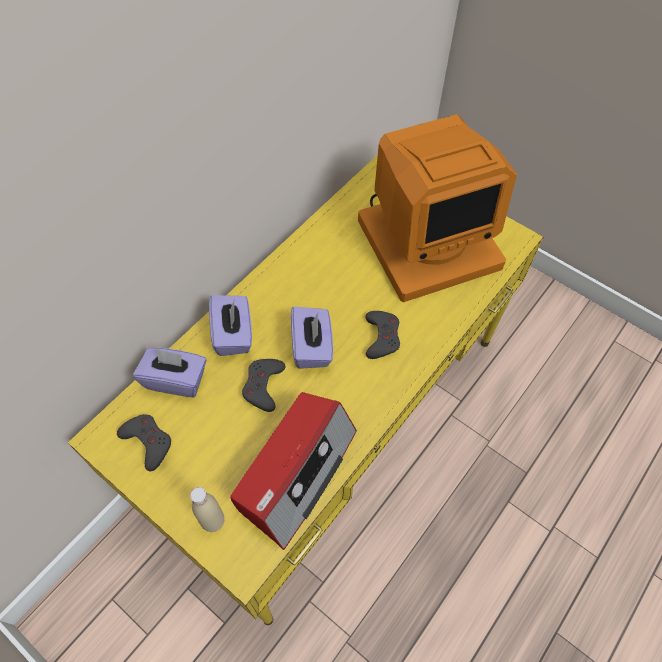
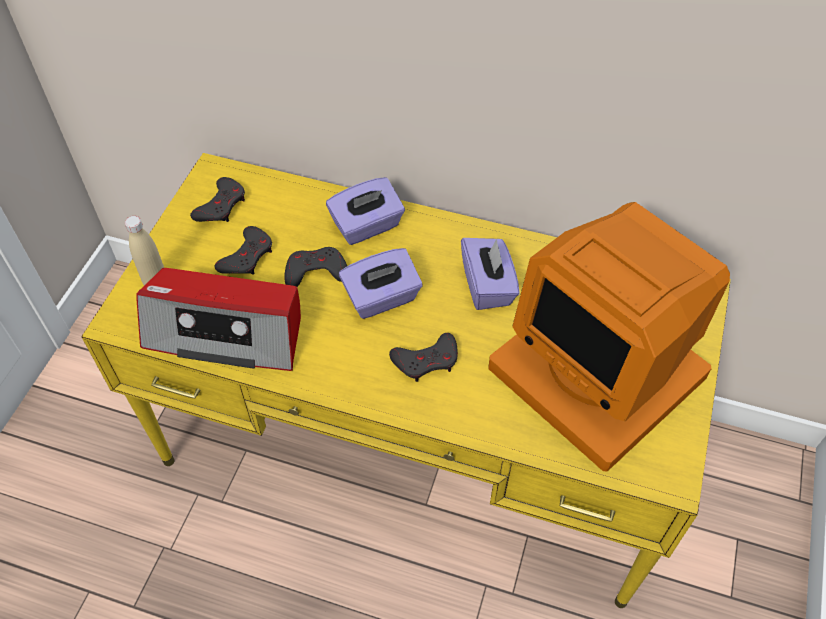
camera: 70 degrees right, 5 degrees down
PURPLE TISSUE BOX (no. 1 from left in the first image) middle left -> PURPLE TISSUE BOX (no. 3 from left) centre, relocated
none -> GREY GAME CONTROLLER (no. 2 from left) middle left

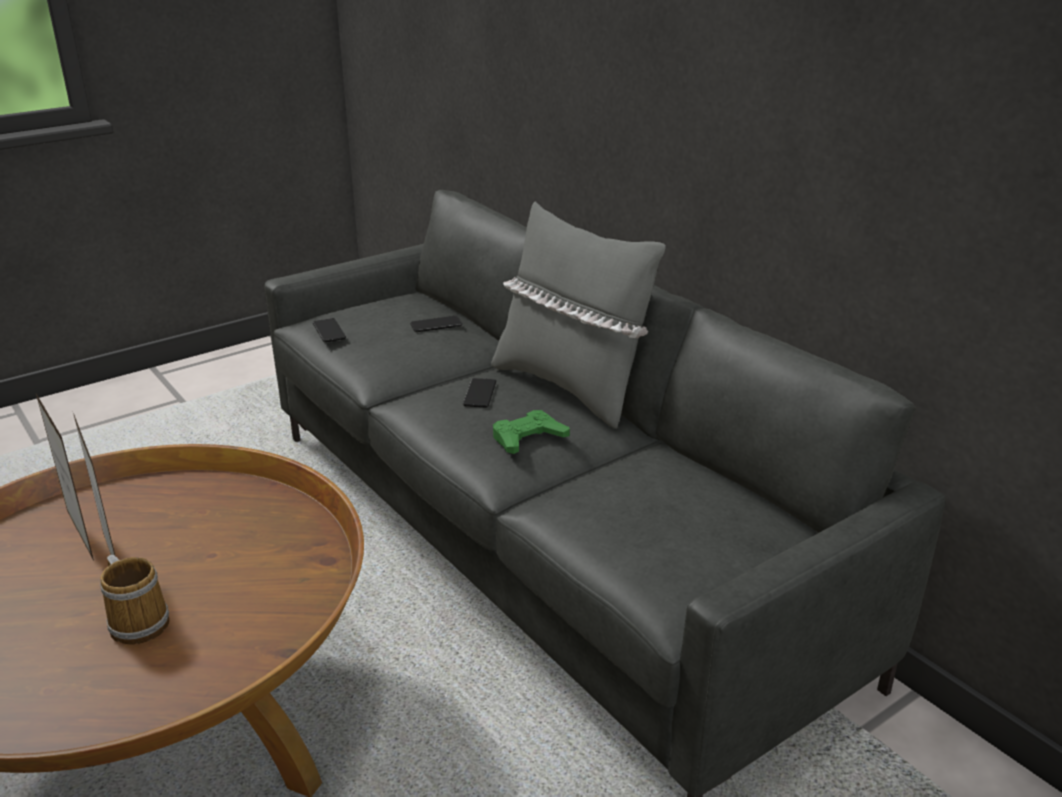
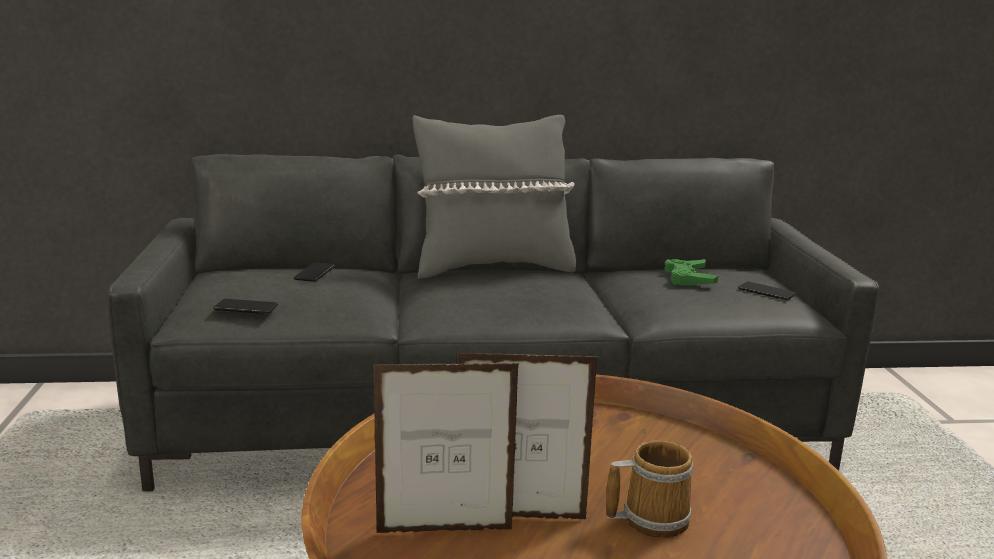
camera: 60 degrees left, 10 degrees down
PHONE (no. 3 from left) centre -> PHONE (no. 3 from left) middle right, relocated
GREEN GAME CONTROLLER centre -> GREEN GAME CONTROLLER middle right, relocated

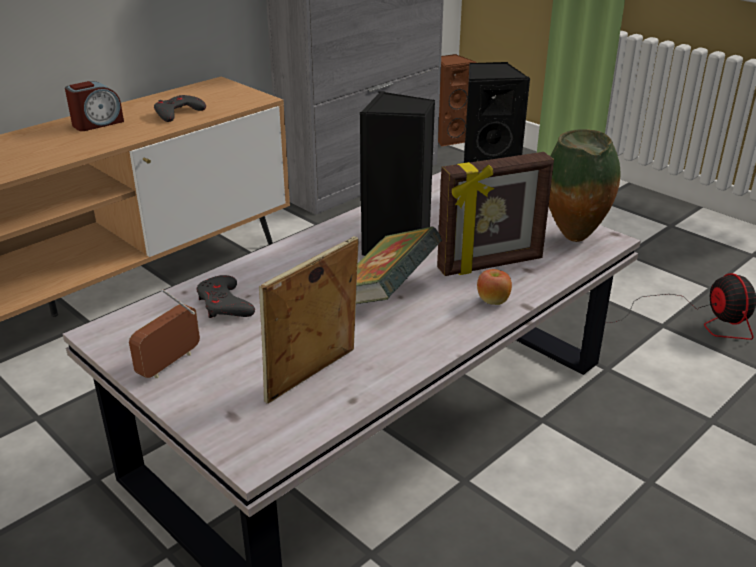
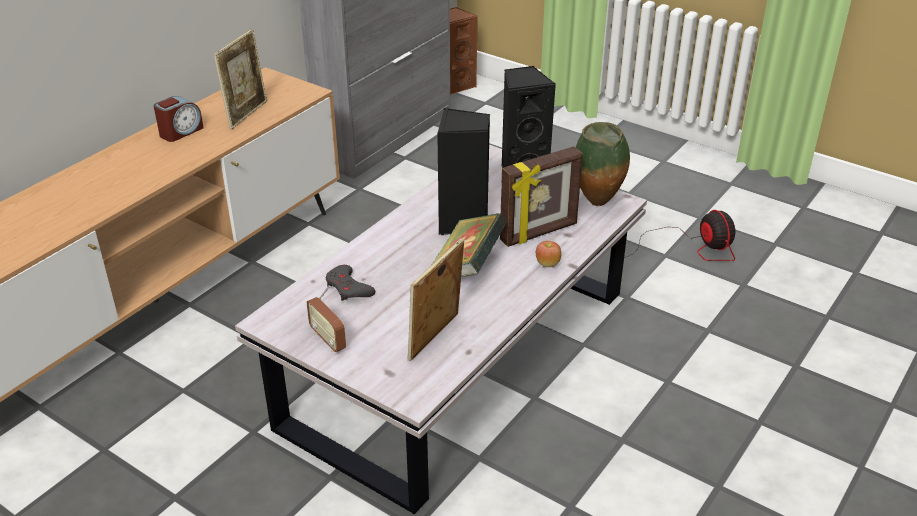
camera: 10 degrees left, 5 degrees up
GREY GAME CONTROLLER (no. 1 from left) top left -> PICTURE FRAME (no. 1 from left) top left
RADIO middle left -> RADIO centre, 60 degrees counterclockwise

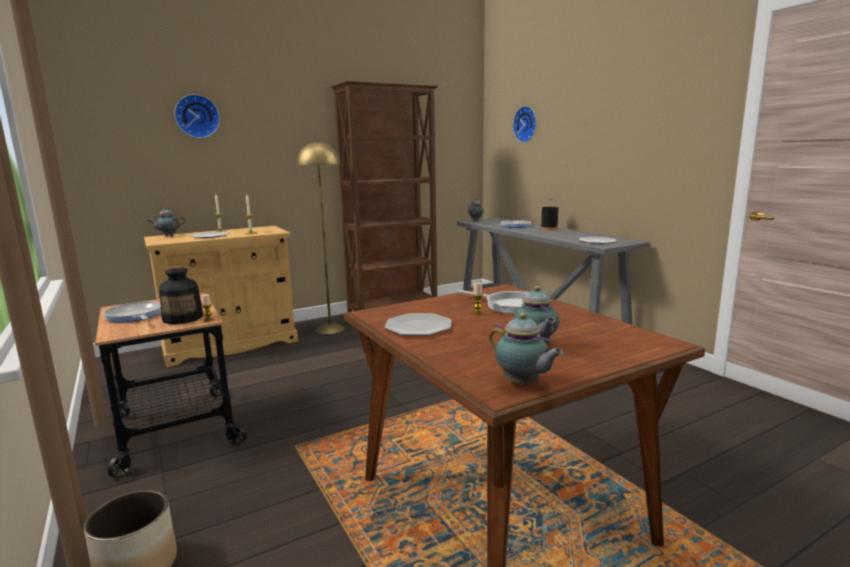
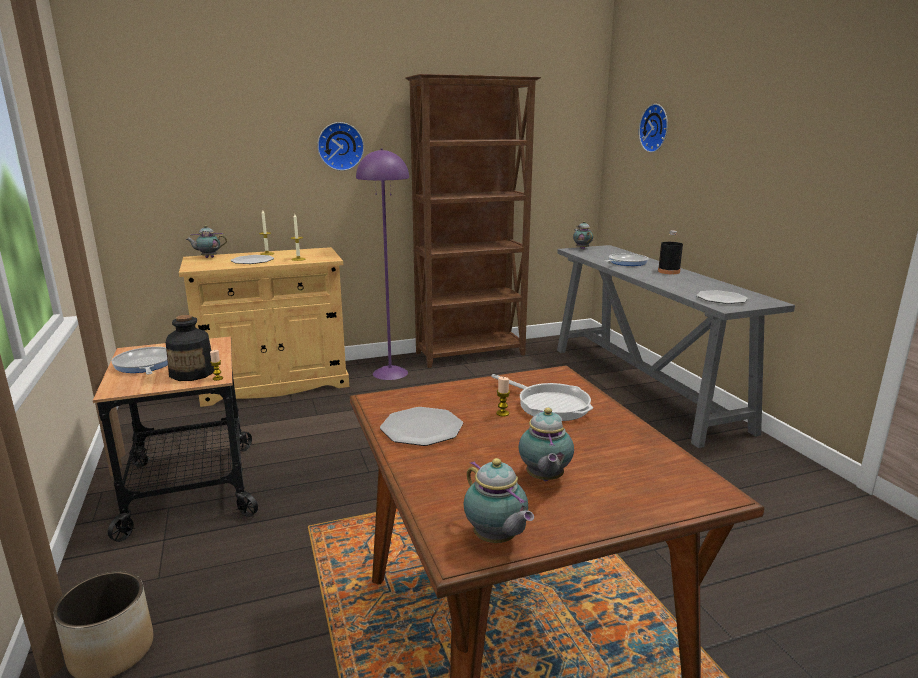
camera: 10 degrees right, 5 degrees up
WALL CLOCK (no. 1 from left) top left -> WALL CLOCK (no. 1 from left) top centre, relocated
YELLOW FLOOR LAMP centre -> PURPLE FLOOR LAMP centre

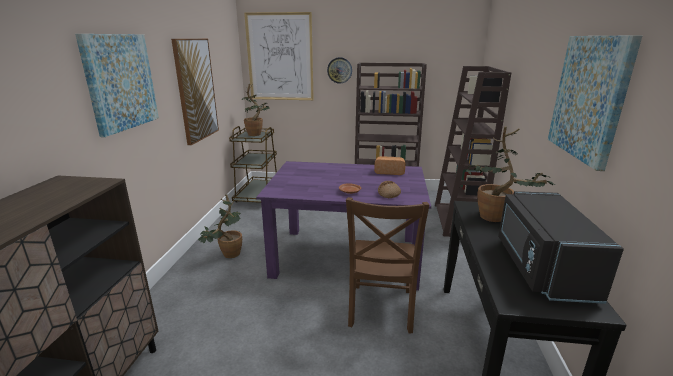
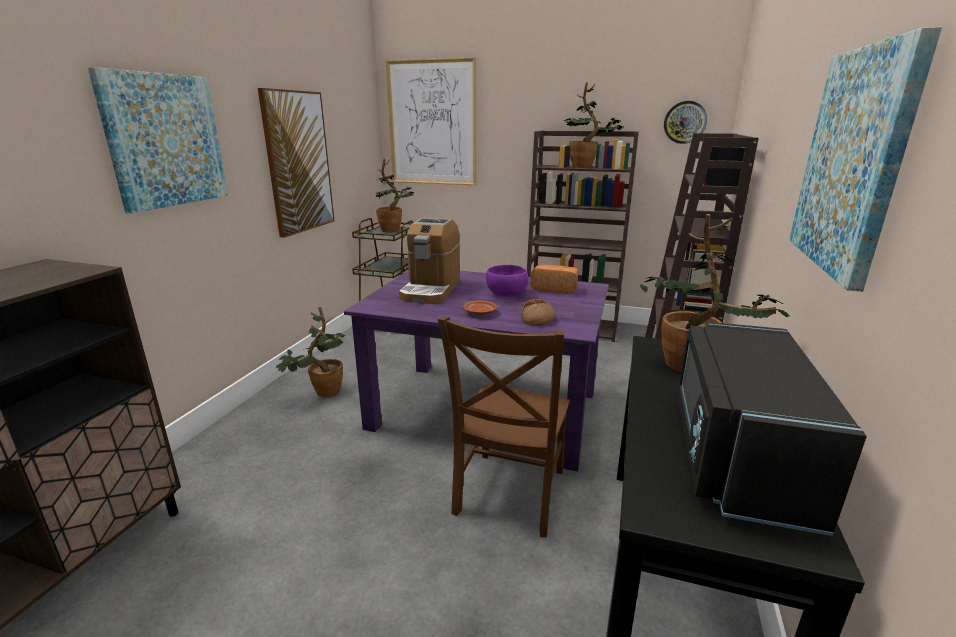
camera: 10 degrees right, 0 degrees up
WALL CLOCK top centre -> WALL CLOCK top right, relocated
none -> POTTED PLANT (no. 3 from left) top centre
none -> COFFEE MACHINE centre
none -> PURPLE BOWL centre

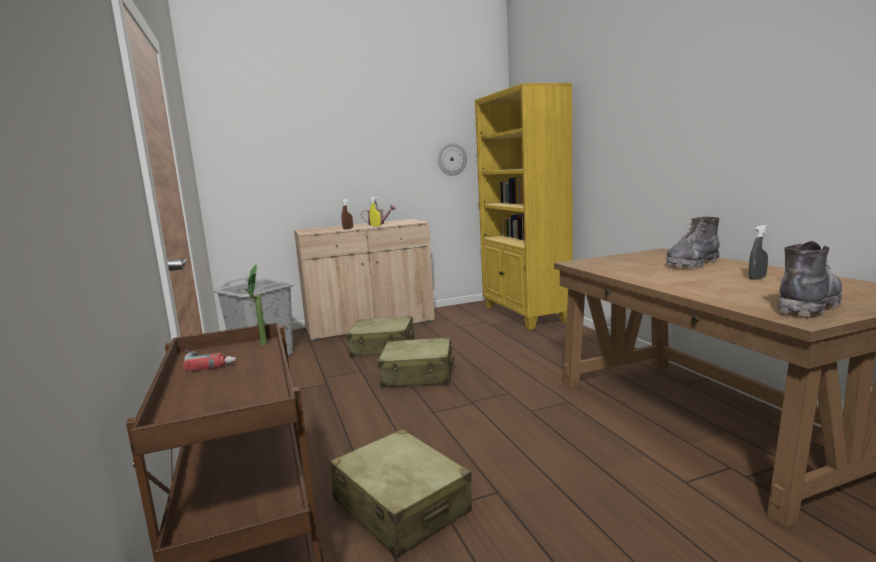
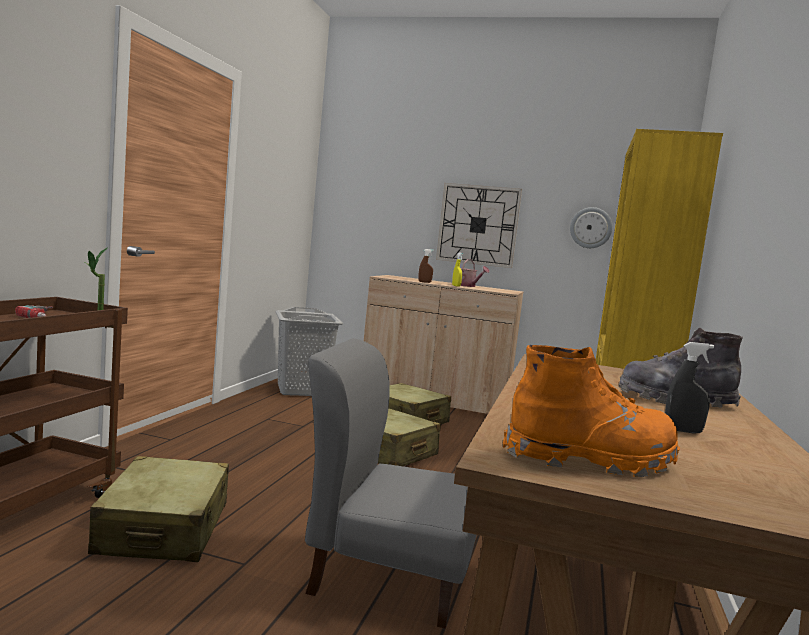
camera: 35 degrees right, 5 degrees down
GREY BOOT (no. 2 from left) middle right -> ORANGE BOOT middle right
none -> WALL CLOCK (no. 1 from left) centre
none -> GREY CHAIR bottom centre

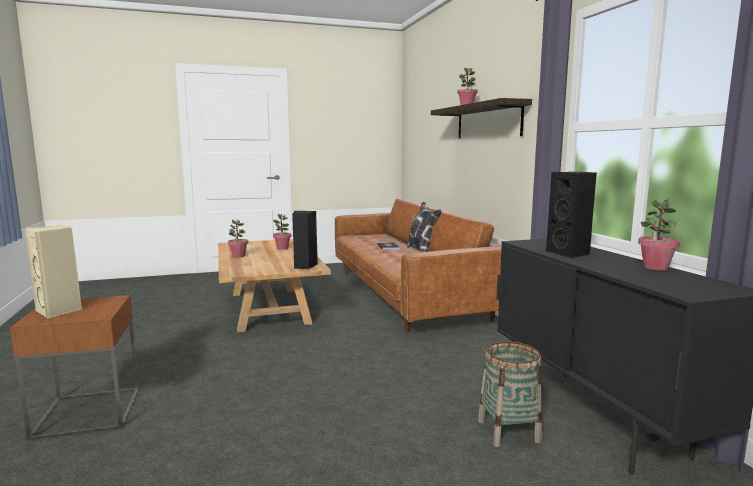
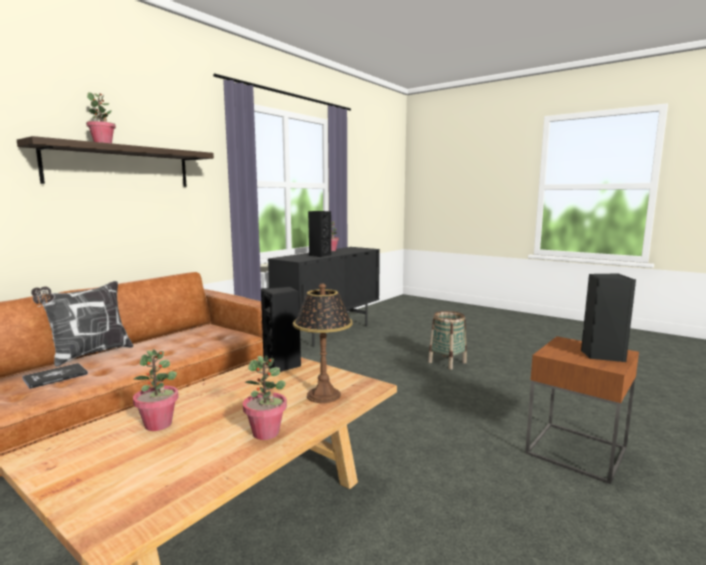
camera: 125 degrees left, 0 degrees up
BEIGE SPEAKER middle left -> BLACK SPEAKER (no. 3 from left) middle right
BASKET bottom right -> BASKET centre, relocated
none -> TABLE LAMP centre

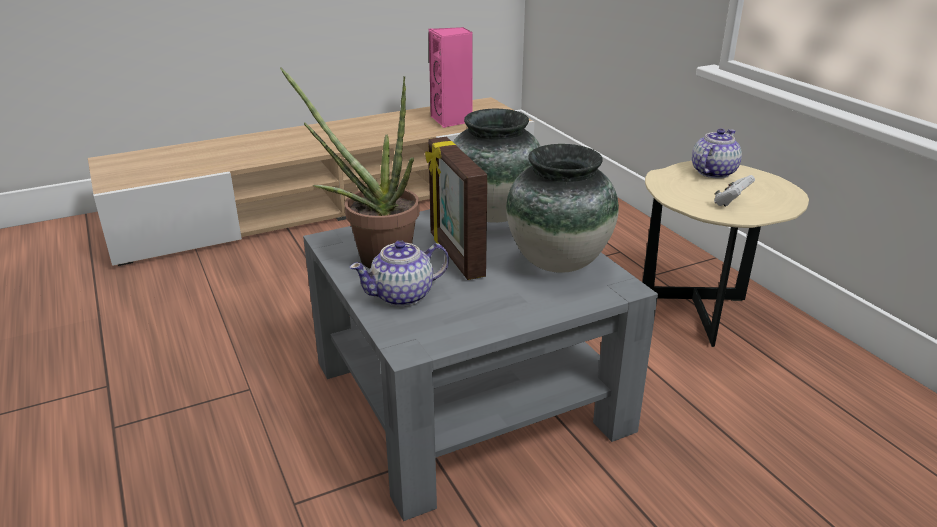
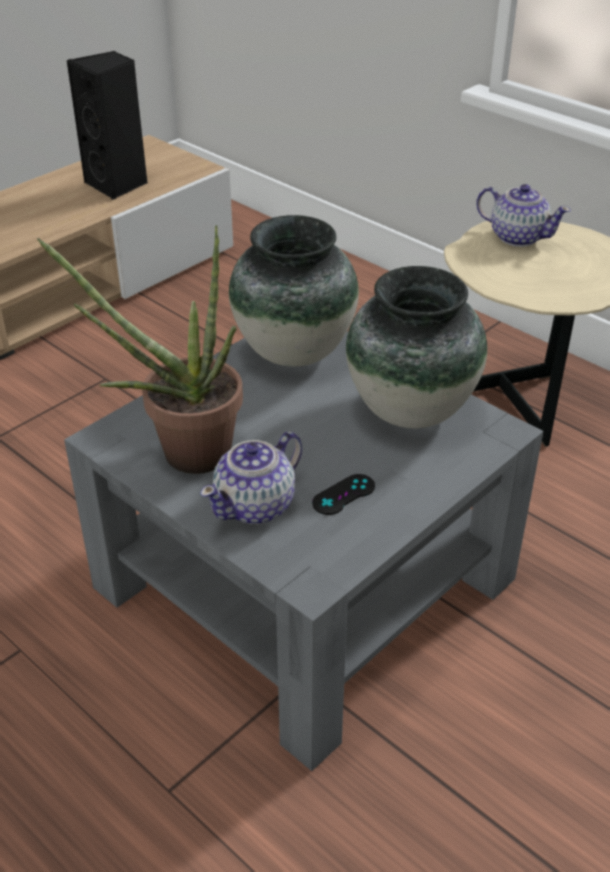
camera: 20 degrees left, 10 degrees up
PINK SPEAKER top centre -> BLACK SPEAKER top left
TEAPOT (no. 2 from left) top right, 105 degrees clockwise
PICTURE FRAME centre -> none
WHITE GAME CONTROLLER middle right -> none
none -> BLACK GAME CONTROLLER centre

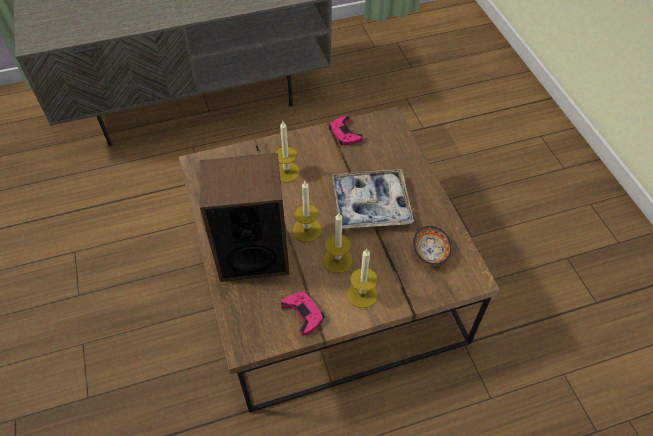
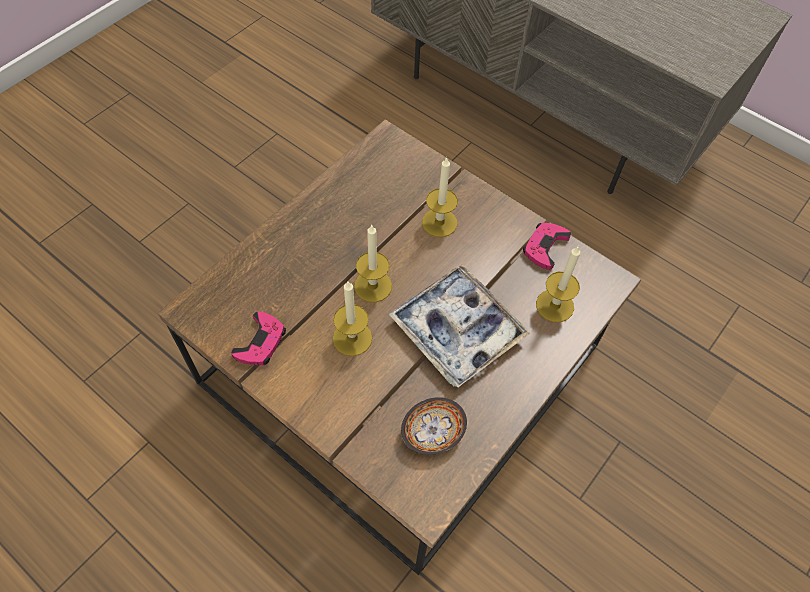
camera: 55 degrees right, 5 degrees up
SPEAKER centre -> none
CANDLE (no. 4 from left) centre -> CANDLE (no. 4 from left) middle right, relocated

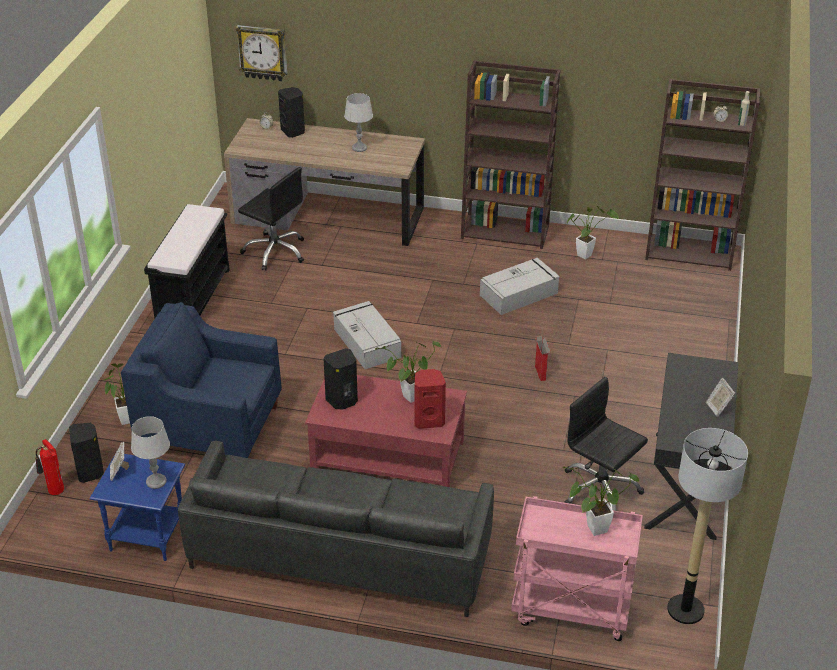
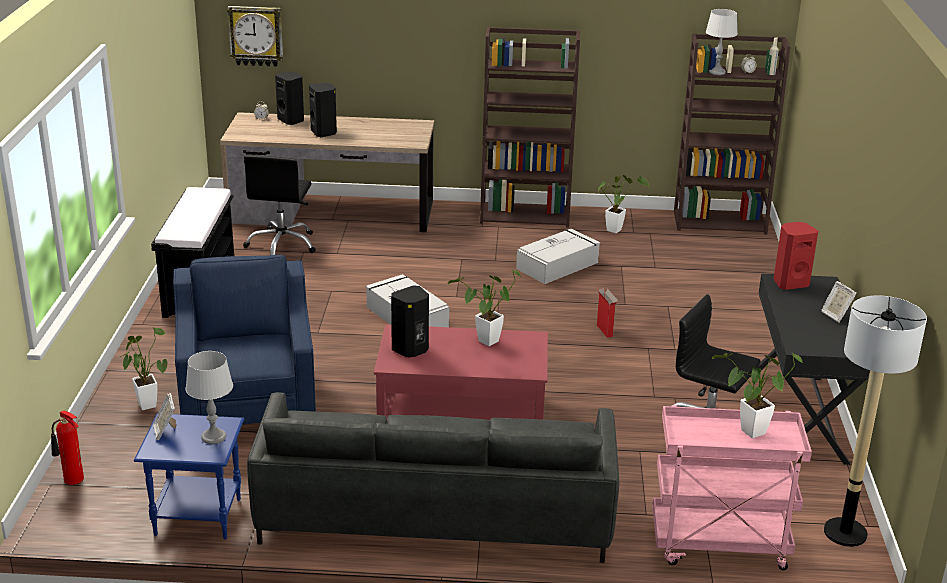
camera: 10 degrees left, 10 degrees down
GREY TABLE LAMP (no. 2 from left) top centre -> GREY TABLE LAMP (no. 2 from left) top right, relocated
BLACK OFFICE CHAIR (no. 1 from left) top left -> BLACK OFFICE CHAIR (no. 1 from left) middle left, 75 degrees clockwise
BLUE ARMCHAIR middle left, 75 degrees clockwise
RED SPEAKER centre -> RED SPEAKER middle right, relocated
BLACK SPEAKER (no. 1 from left in the first image) bottom left -> BLACK SPEAKER (no. 2 from left) top centre, relocated

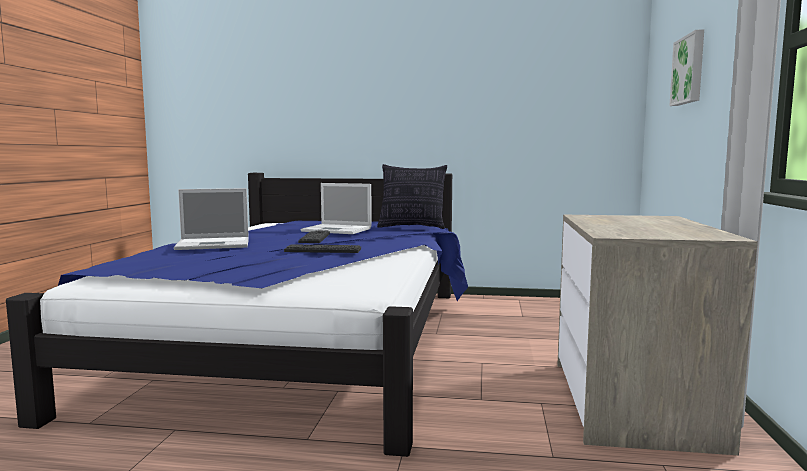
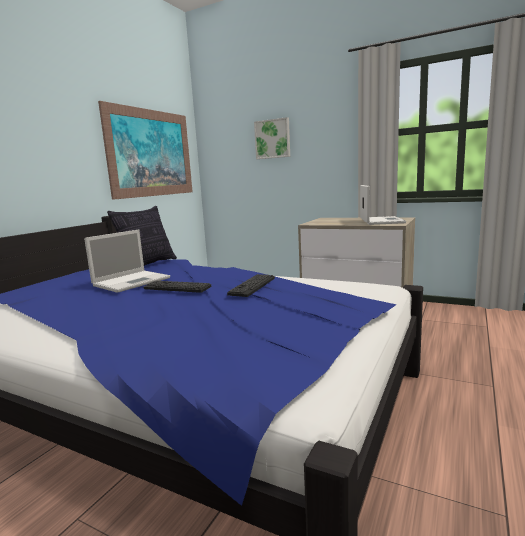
camera: 70 degrees left, 5 degrees up
LAPTOP (no. 1 from left in the first image) middle left -> LAPTOP (no. 2 from left) middle right, relocated
none -> PICTURE (no. 1 from left) top left

